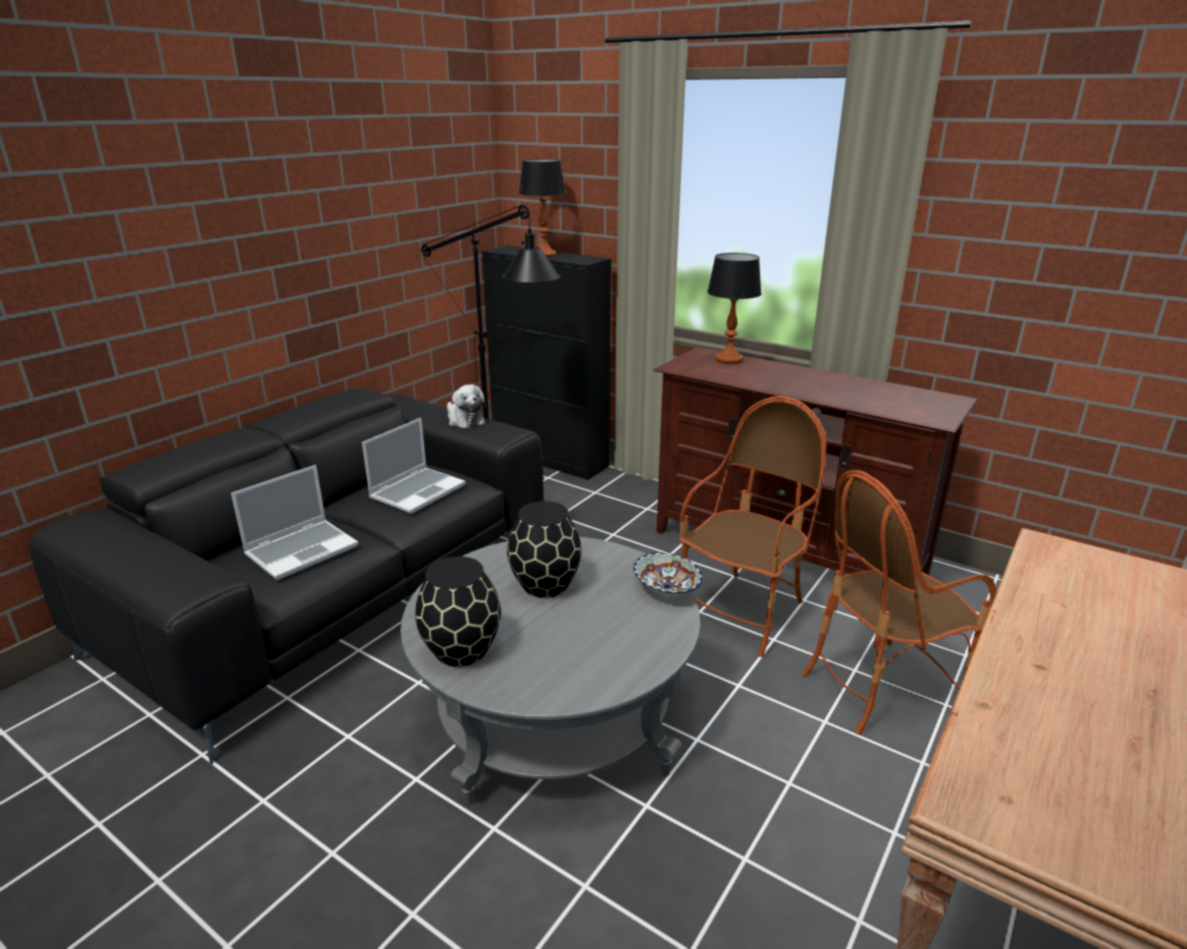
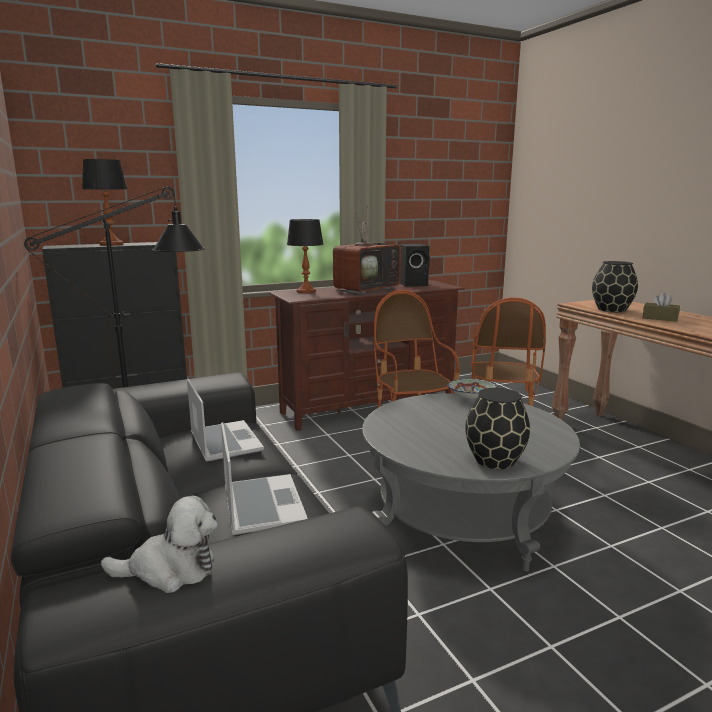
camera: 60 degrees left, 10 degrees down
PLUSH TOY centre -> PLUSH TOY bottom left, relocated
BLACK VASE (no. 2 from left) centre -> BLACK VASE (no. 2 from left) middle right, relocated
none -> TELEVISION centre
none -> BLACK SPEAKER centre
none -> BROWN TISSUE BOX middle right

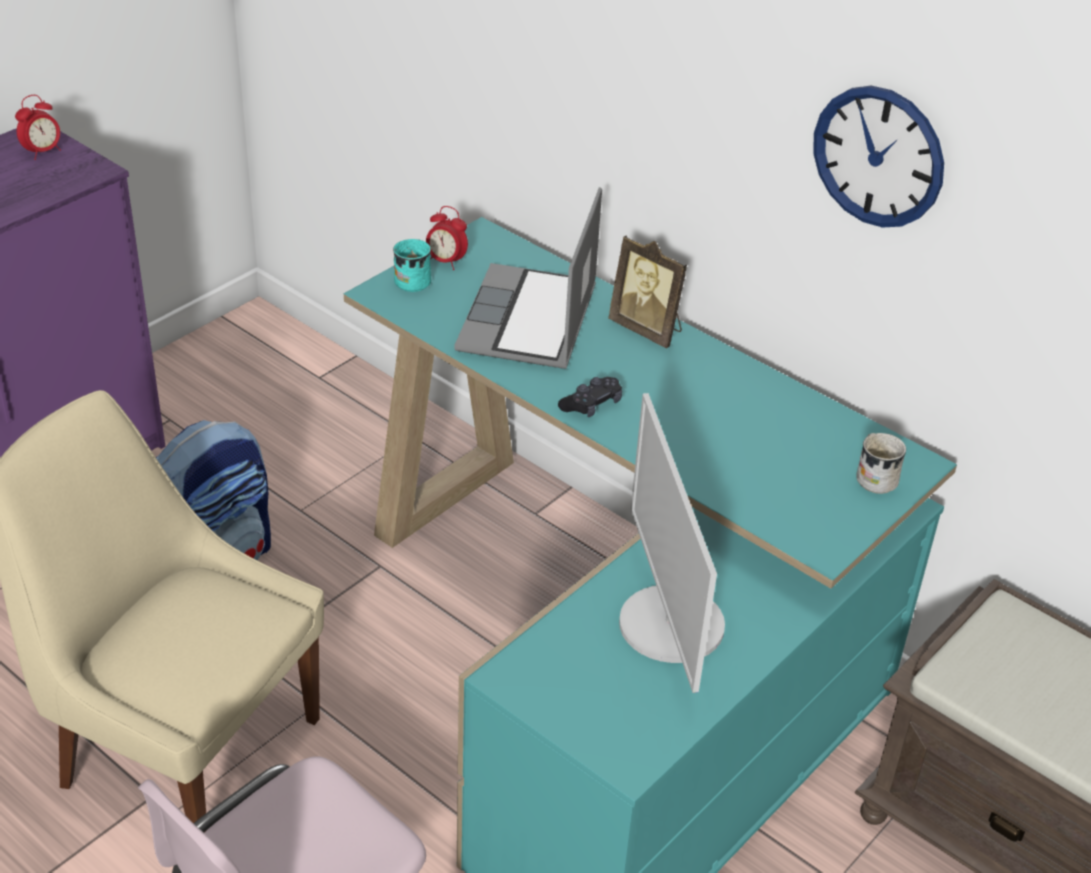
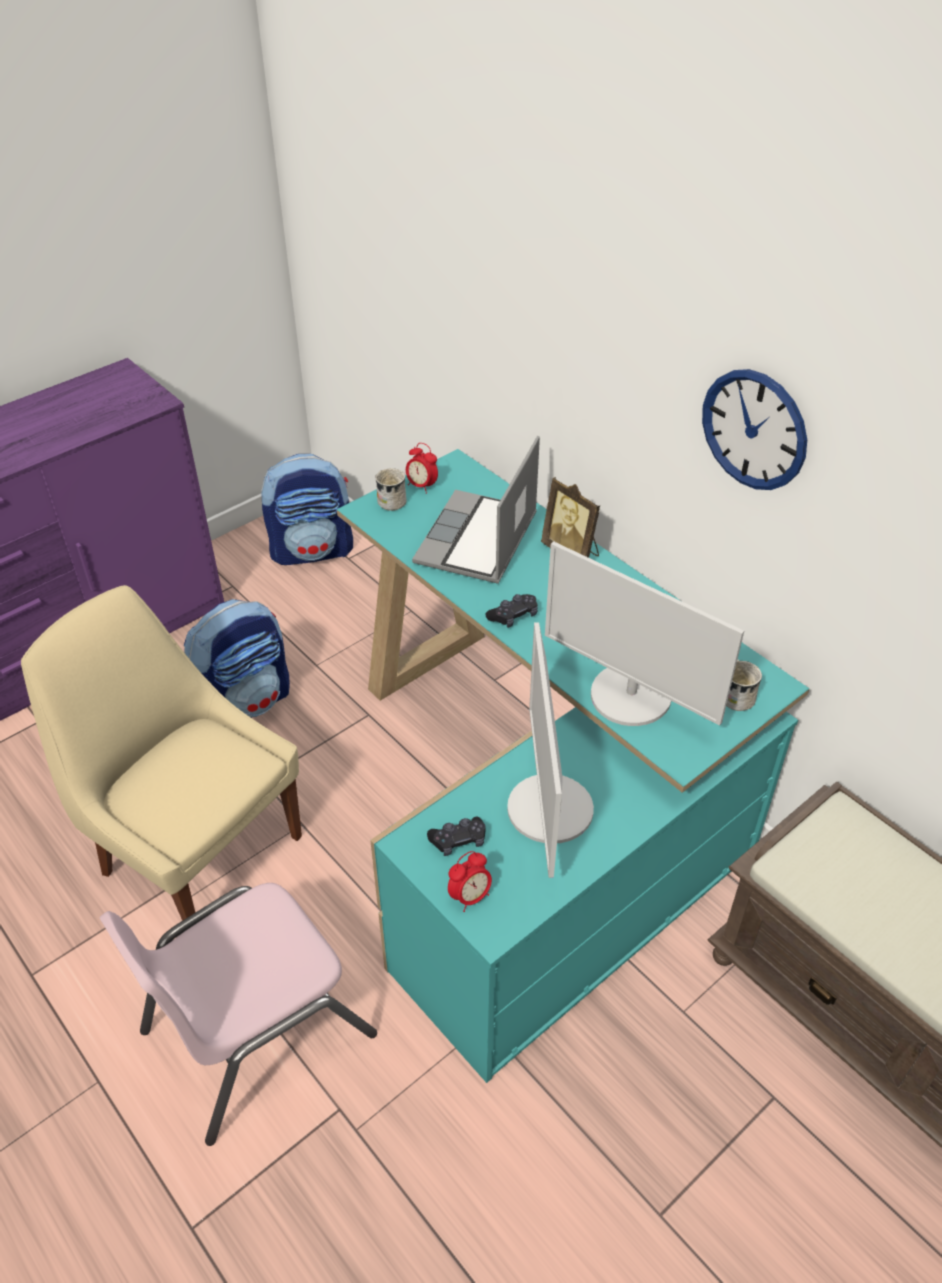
camera: 10 degrees right, 5 degrees up
ALARM CLOCK (no. 1 from left in the first image) top left -> ALARM CLOCK (no. 2 from left) bottom centre, relocated
TURQUOISE MUG top centre -> WHITE MUG (no. 1 from left) centre
none -> BACKPACK (no. 2 from left) middle left
none -> MONITOR (no. 2 from left) middle right
none -> BLACK GAME CONTROLLER (no. 1 from left) centre

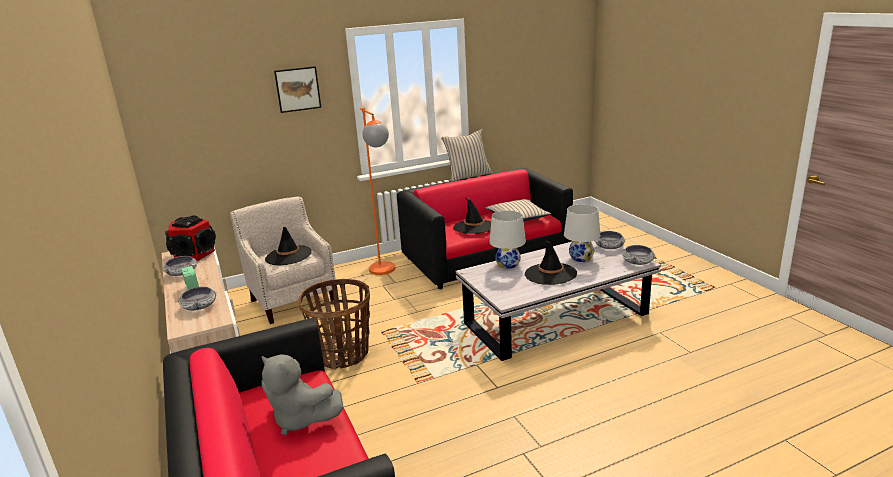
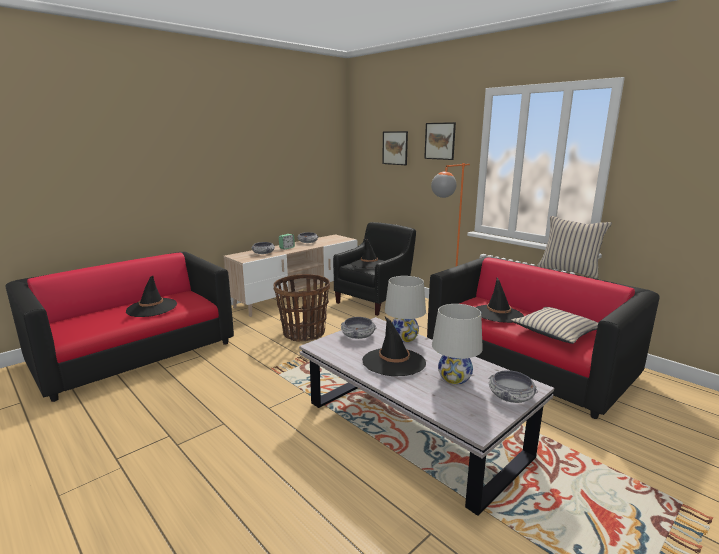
camera: 70 degrees right, 5 degrees down
BEIGE ARMCHAIR middle left -> BLACK ARMCHAIR centre
SPEAKER middle left -> none
BOWL (no. 4 from left in the first image) middle right -> BOWL (no. 3 from left) centre, relocated
GREY PLUSH TOY bottom centre -> BLACK HAT (no. 1 from left) middle left
none -> PICTURE (no. 1 from left) top centre

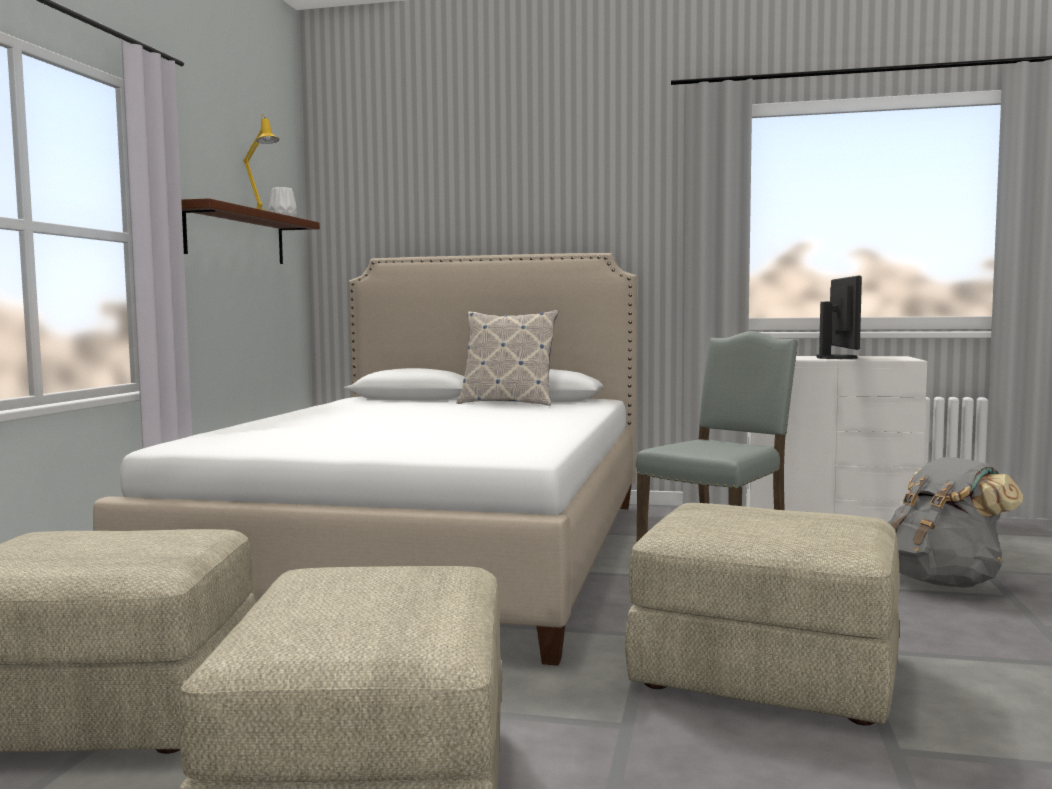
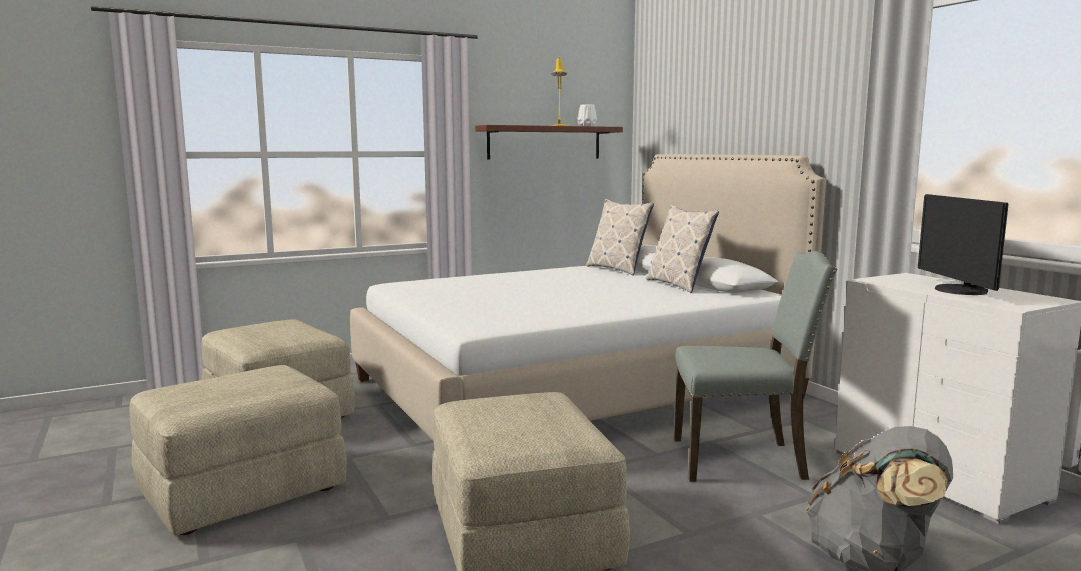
camera: 50 degrees right, 5 degrees up
MONITOR middle right, 120 degrees clockwise
none -> PILLOW (no. 1 from left) centre

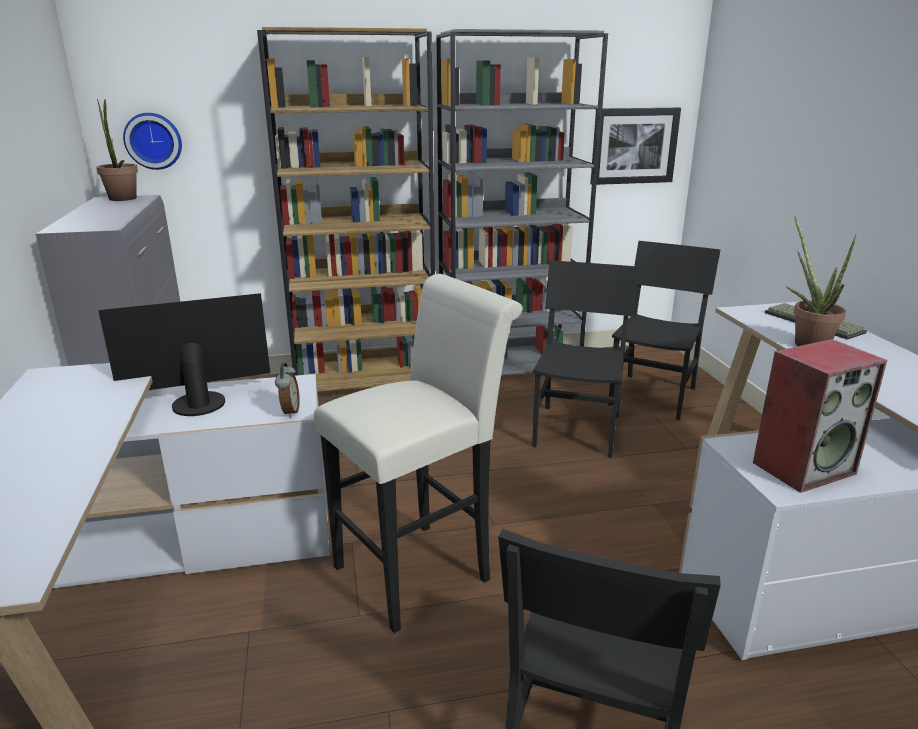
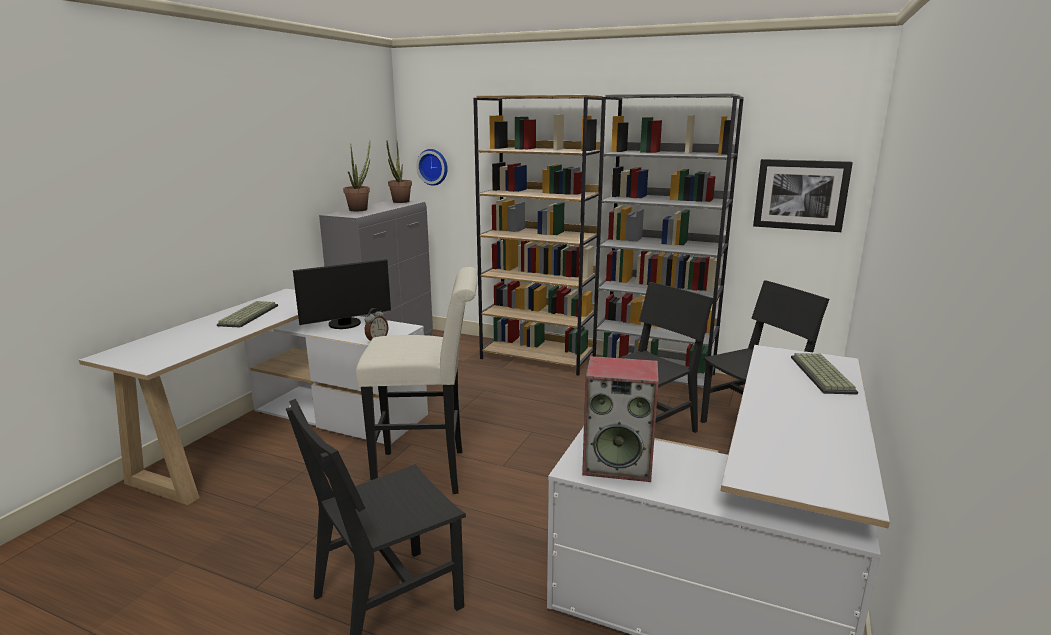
camera: 35 degrees right, 5 degrees down
POTTED PLANT (no. 2 from left in the first image) middle right -> POTTED PLANT (no. 1 from left) top centre, relocated
MONITOR middle left, 135 degrees clockwise
none -> KEYBOARD (no. 1 from left) middle left

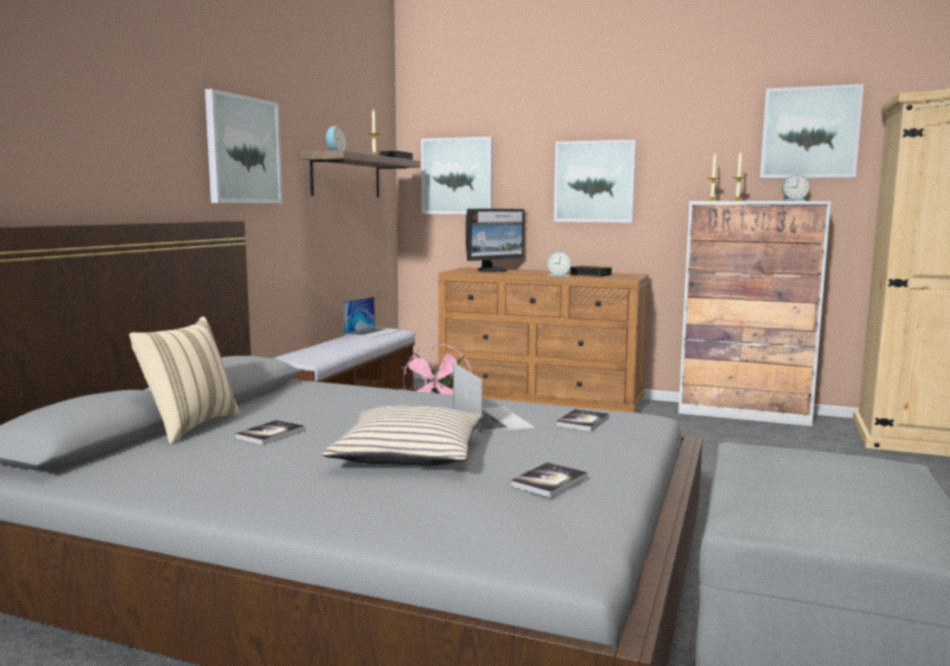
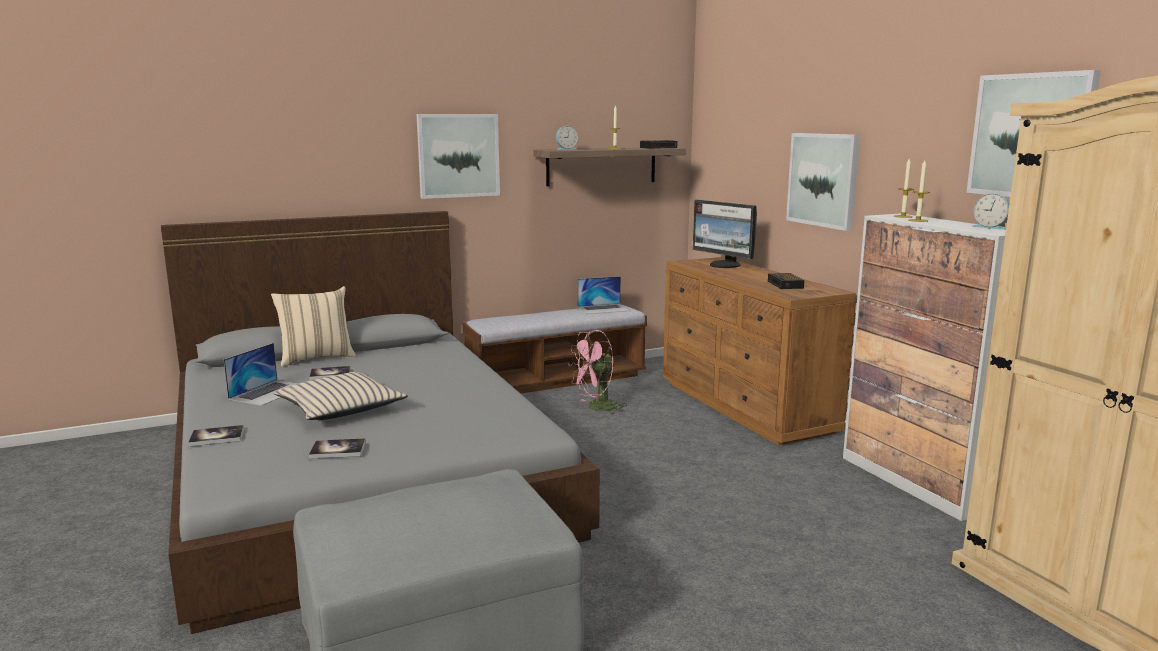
camera: 45 degrees right, 5 degrees up
PICTURE (no. 2 from left) top centre -> none
MONITOR centre, 45 degrees clockwise
ALARM CLOCK (no. 3 from left) centre -> none
LAPTOP (no. 2 from left in the first image) centre -> LAPTOP (no. 1 from left) middle left, relocated
BOOK (no. 3 from left in the first image) centre -> BOOK (no. 1 from left) bottom left, relocated

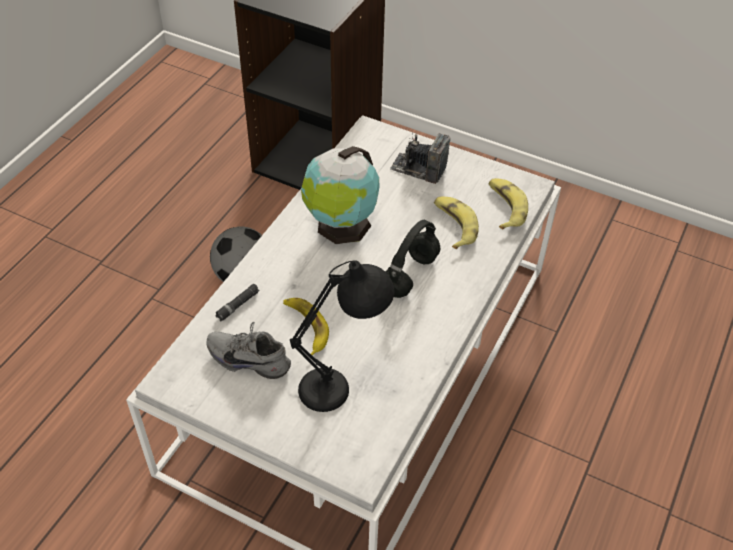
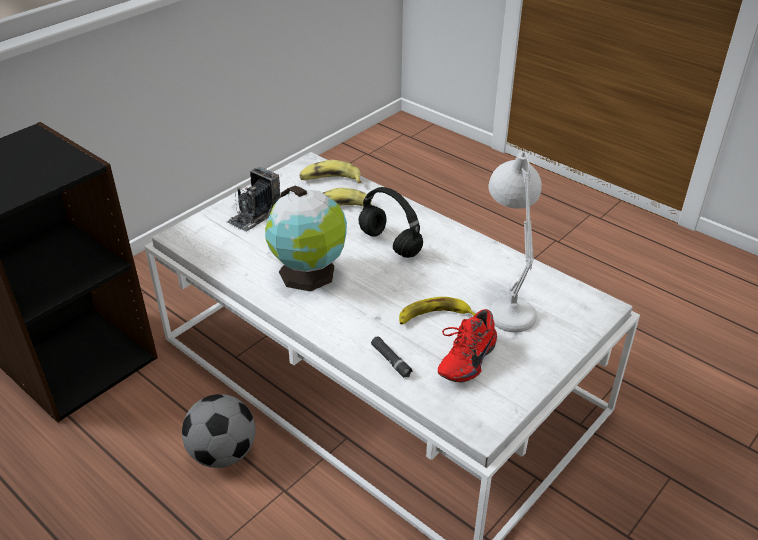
camera: 75 degrees left, 10 degrees down
BLACK TABLE LAMP centre -> WHITE TABLE LAMP middle right
GREY SHOE centre -> RED SHOE centre

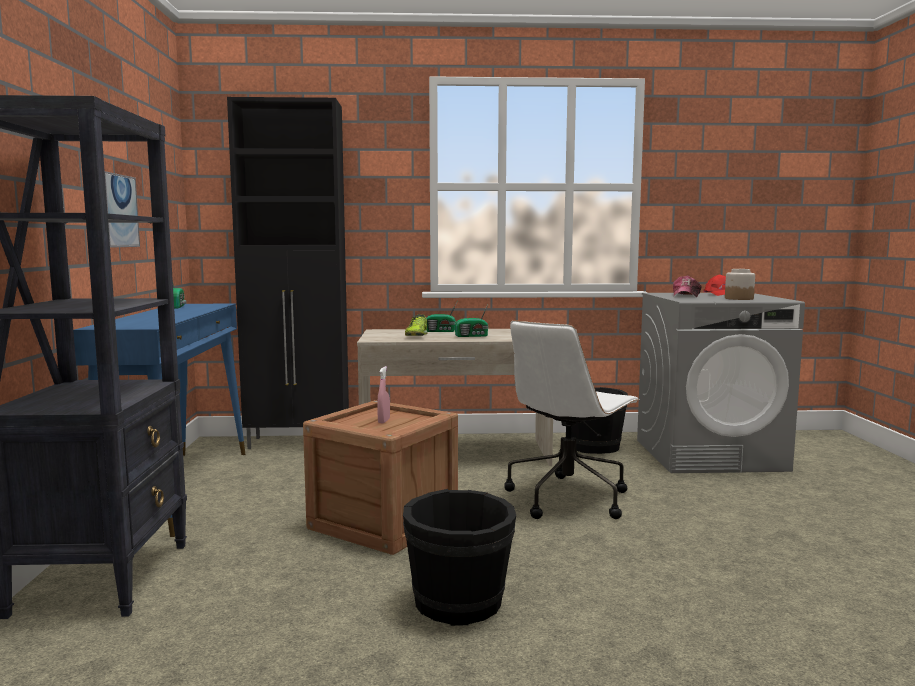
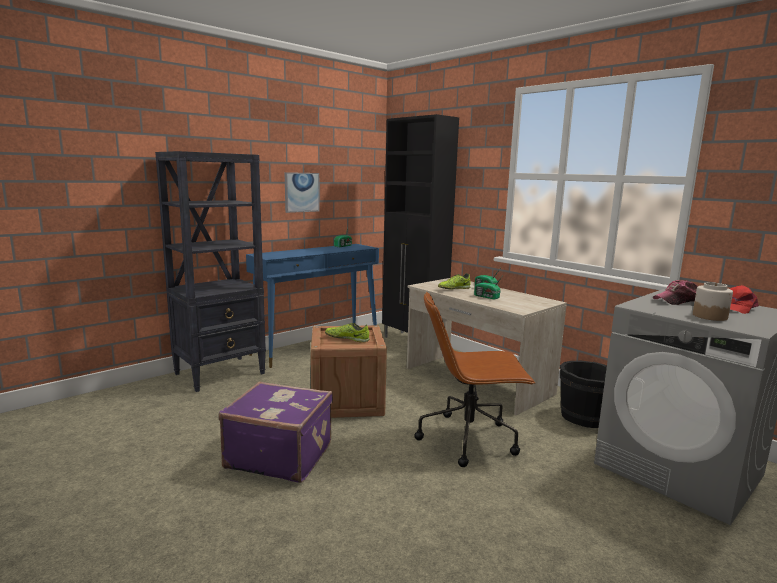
camera: 50 degrees right, 5 degrees up
WHITE OFFICE CHAIR centre -> BROWN OFFICE CHAIR centre
PINK SPRAY BOTTLE centre -> SHOE (no. 1 from left) centre
BLACK BUCKET (no. 1 from left) bottom centre -> PURPLE SUITCASE bottom centre

